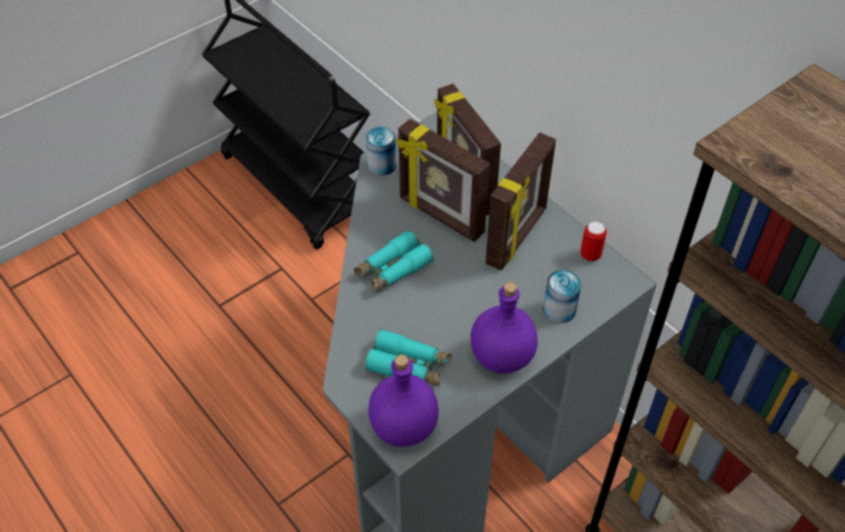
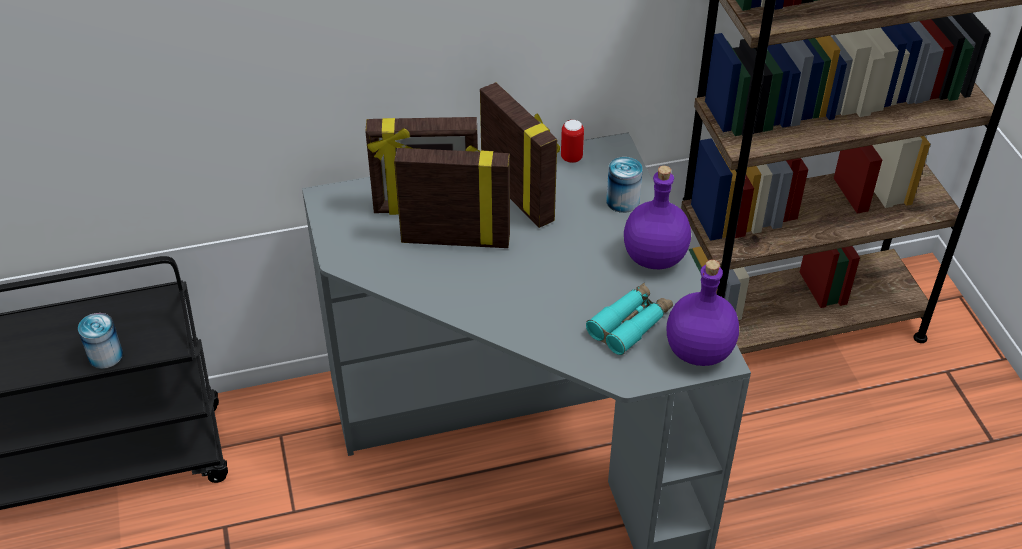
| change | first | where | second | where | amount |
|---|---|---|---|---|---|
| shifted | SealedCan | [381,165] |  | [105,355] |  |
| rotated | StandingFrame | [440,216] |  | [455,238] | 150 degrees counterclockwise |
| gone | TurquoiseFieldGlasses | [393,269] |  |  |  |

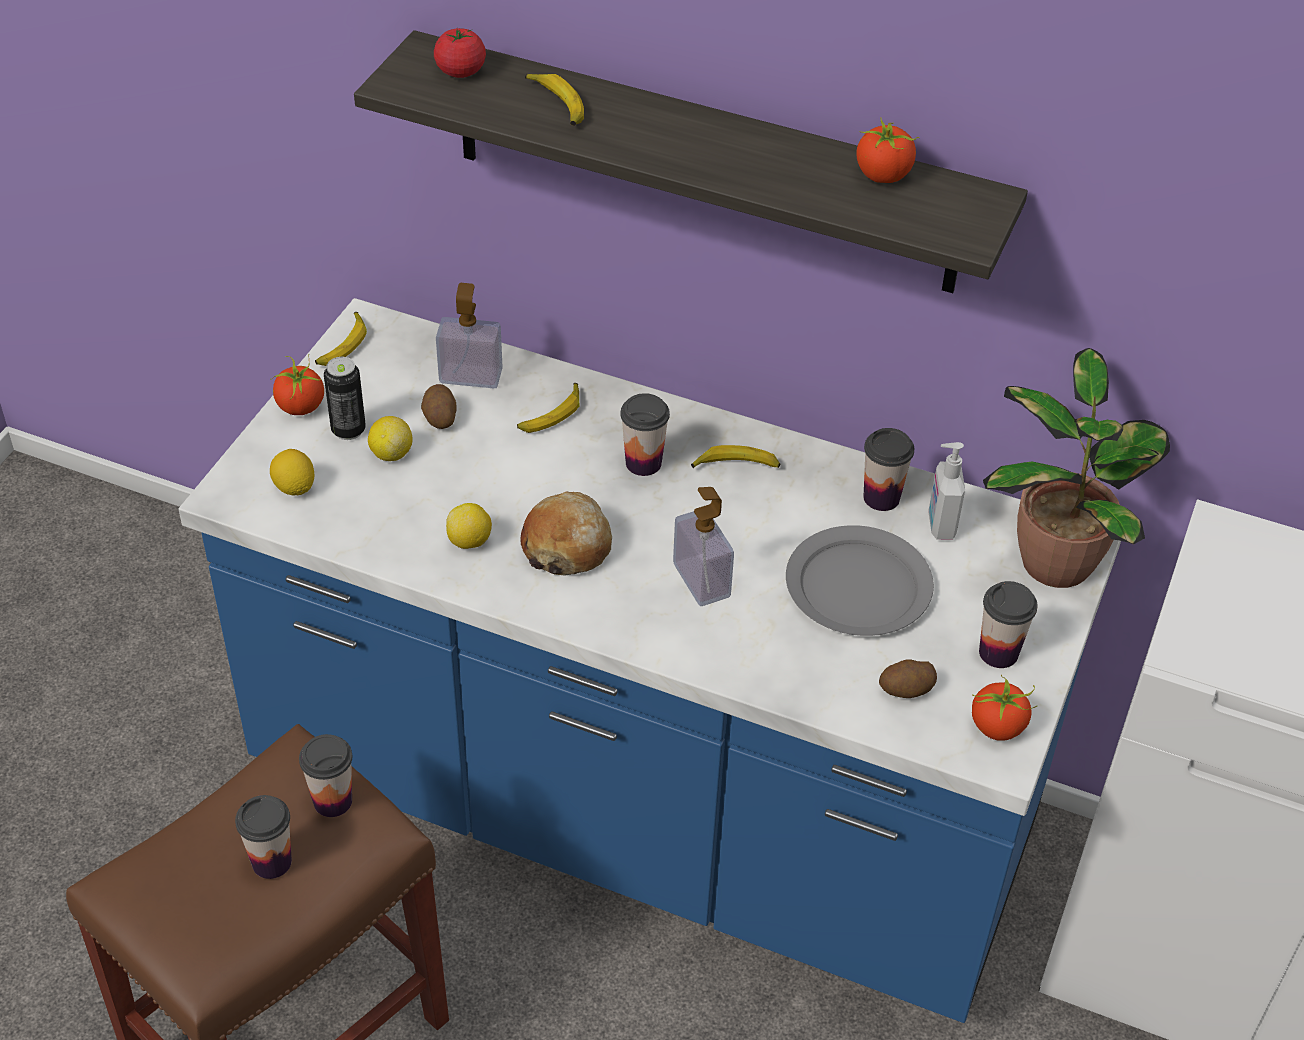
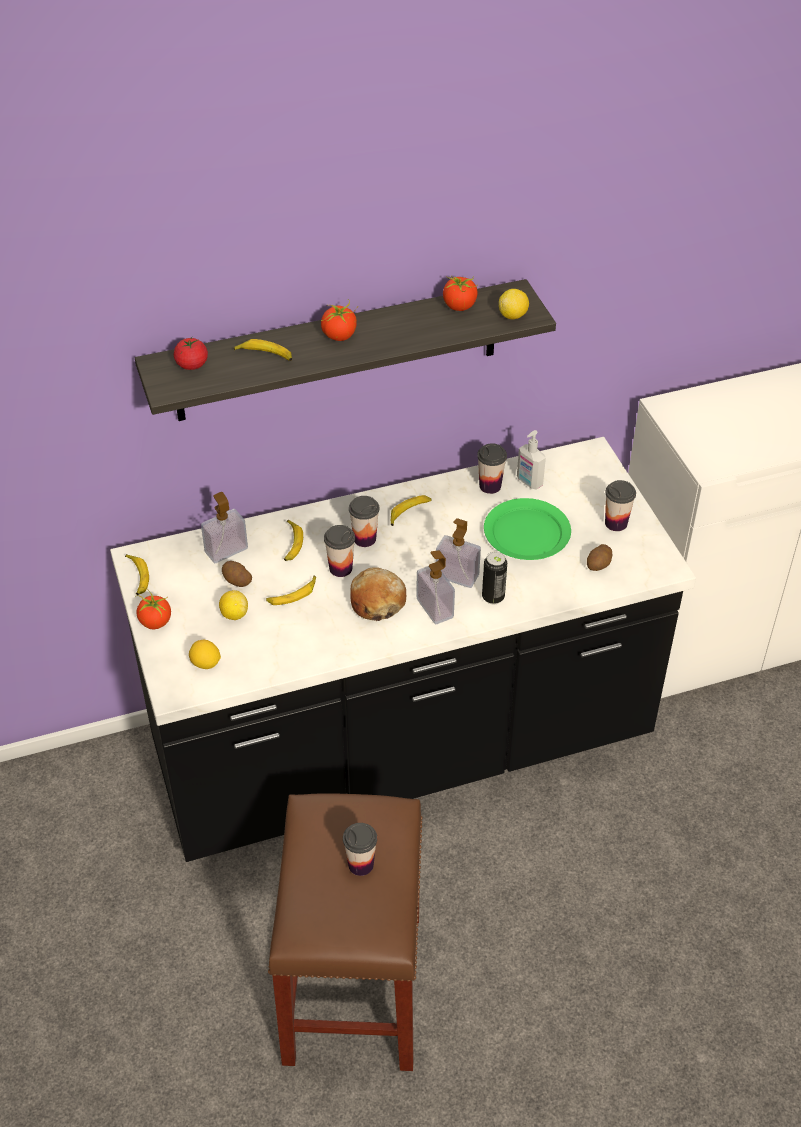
| change | first | where | second | where | amount |
|---|---|---|---|---|---|
| repainted | BluishKitchenBaseUnit | [642,807] | BlackColouredKitchenBaseUnit | [400,746] |  |
| new |  |  | BananaFruit | [292,595] |  |
| shifted | Tomato | [998,727] |  | [339,335] |  |
| shifted | Cup | [332,801] |  | [340,568] |  |
| new |  |  | SoapDispenser | [434,608] |  |
| shifted | SealedCan | [348,430] |  | [493,597] |  |
| repainted | GrayDinnerPlate | [859,586] | GreenishDinnerPlate | [527,532] |  |
| shifted | Lemon | [470,541] |  | [513,316] |  |
| gone | PottedPlant | [1055,558] |  |  |  |

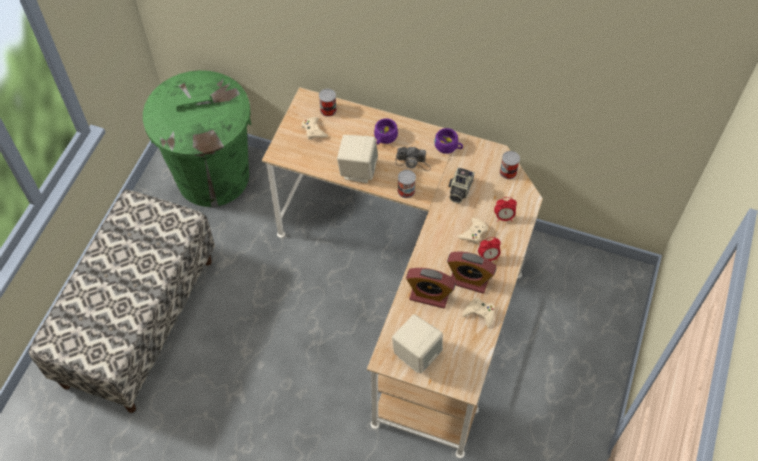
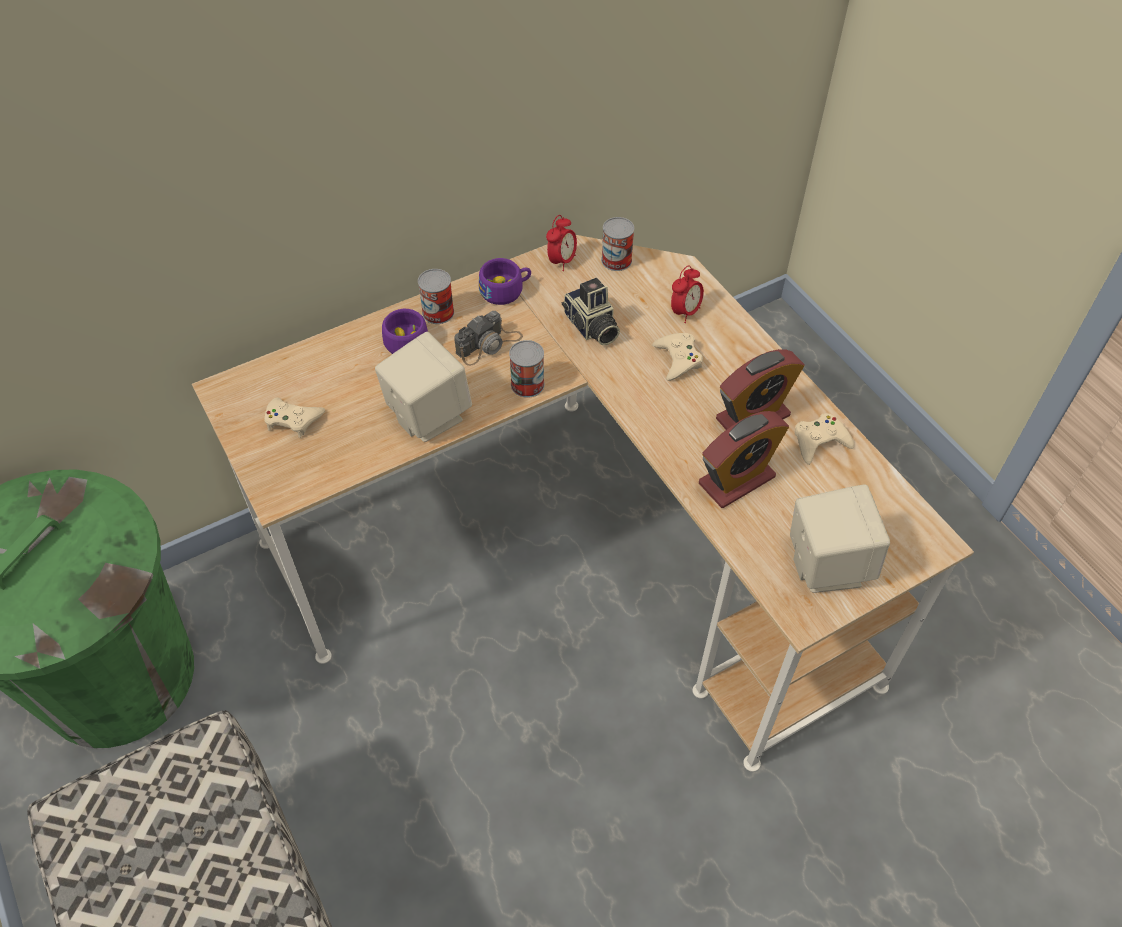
| change | first | where | second | where | amount |
|---|---|---|---|---|---|
| shifted | SealedCan | [328,110] |  | [438,312] |  |
| shifted | BedsideClock | [488,257] |  | [561,261] |  |

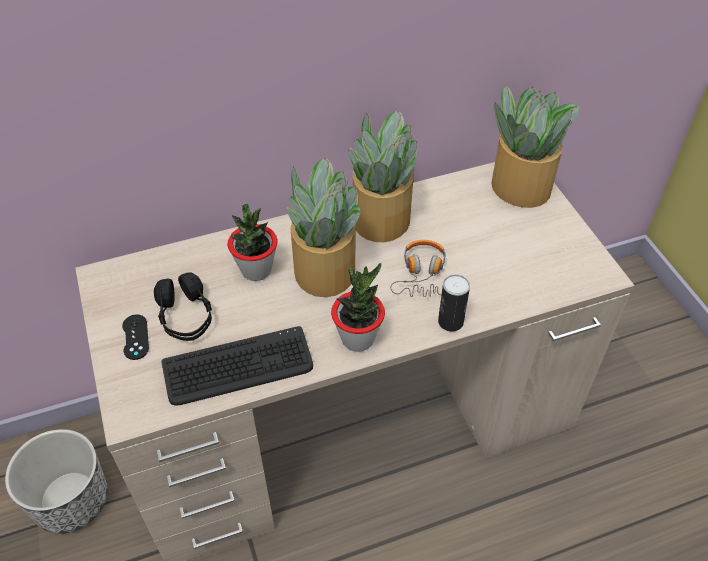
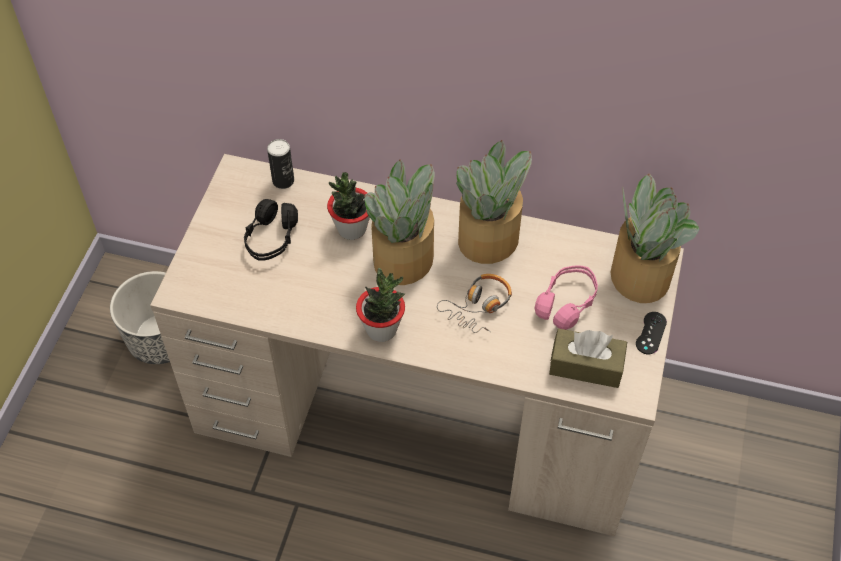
| change | first | where | second | where | amount |
|---|---|---|---|---|---|
| shifted | SealedCan | [450,321] |  | [283,181] |  |
| new |  |  | PinkPairOfHeadphones | [566,303] |  |
| new |  |  | BrownTissueBox | [586,366] |  |
| shifted | BlackColouredGameController | [135,337] |  | [651,333] |  |
| gone | PcKeyboard | [238,367] |  |  |  |

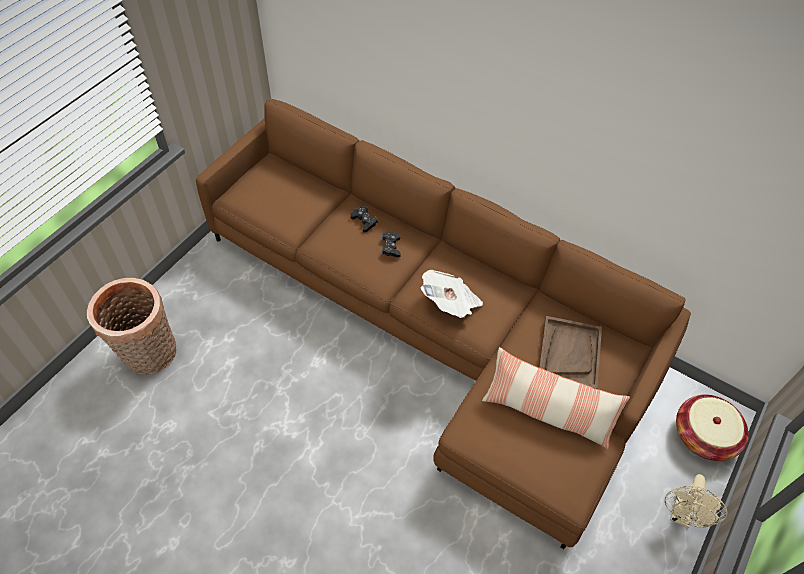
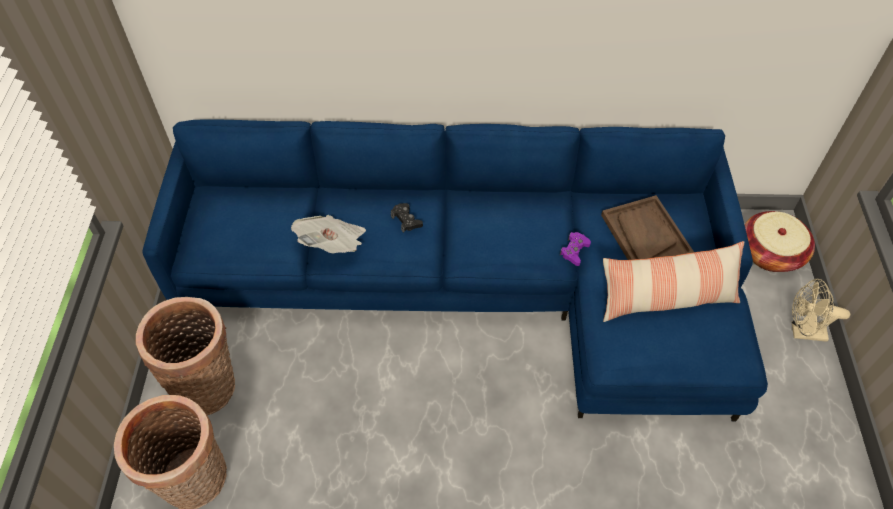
| change | first | where | second | where | amount |
|---|---|---|---|---|---|
| new |  |  | Basket | [208,385] |  |
| repainted | BrownCouch | [435,327] | BluishCouch | [477,282] |  |
| shifted | DailyPaper | [450,303] |  | [333,244] |  |
| new |  |  | PurpleColouredGameController | [574,251] |  |
| rotated | BeigeCoolingFan | [681,515] |  | [802,332] | 105 degrees clockwise |
| gone | BlackColouredGameController | [364,221] |  |  |  |

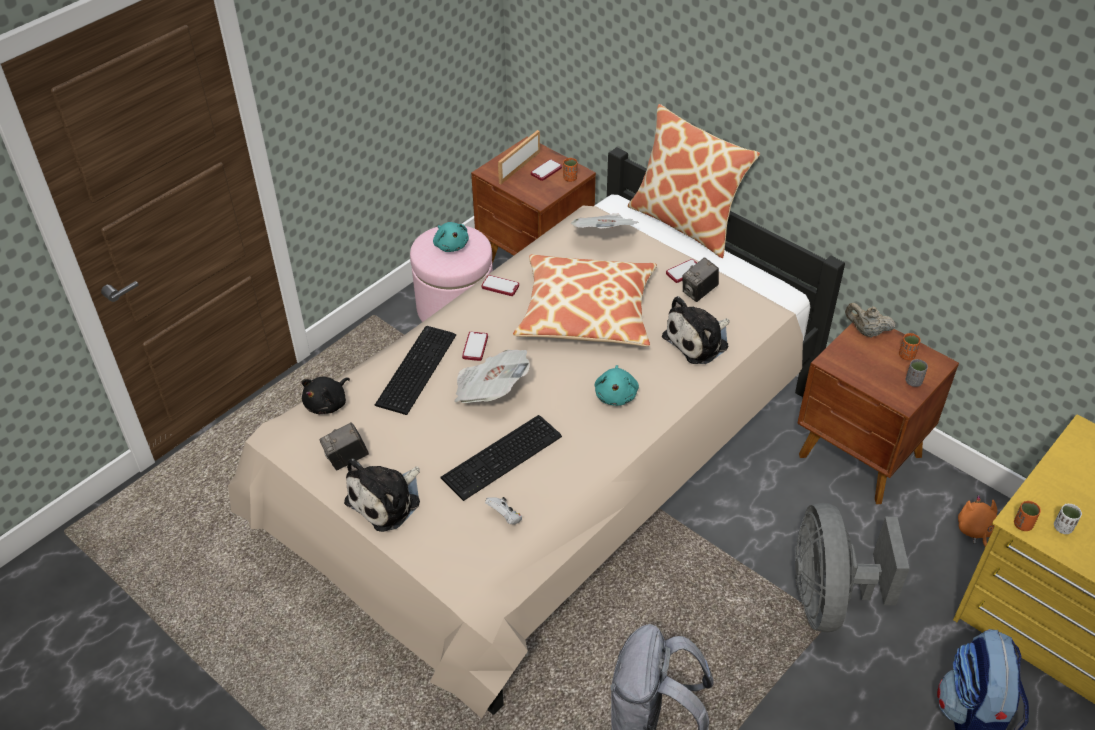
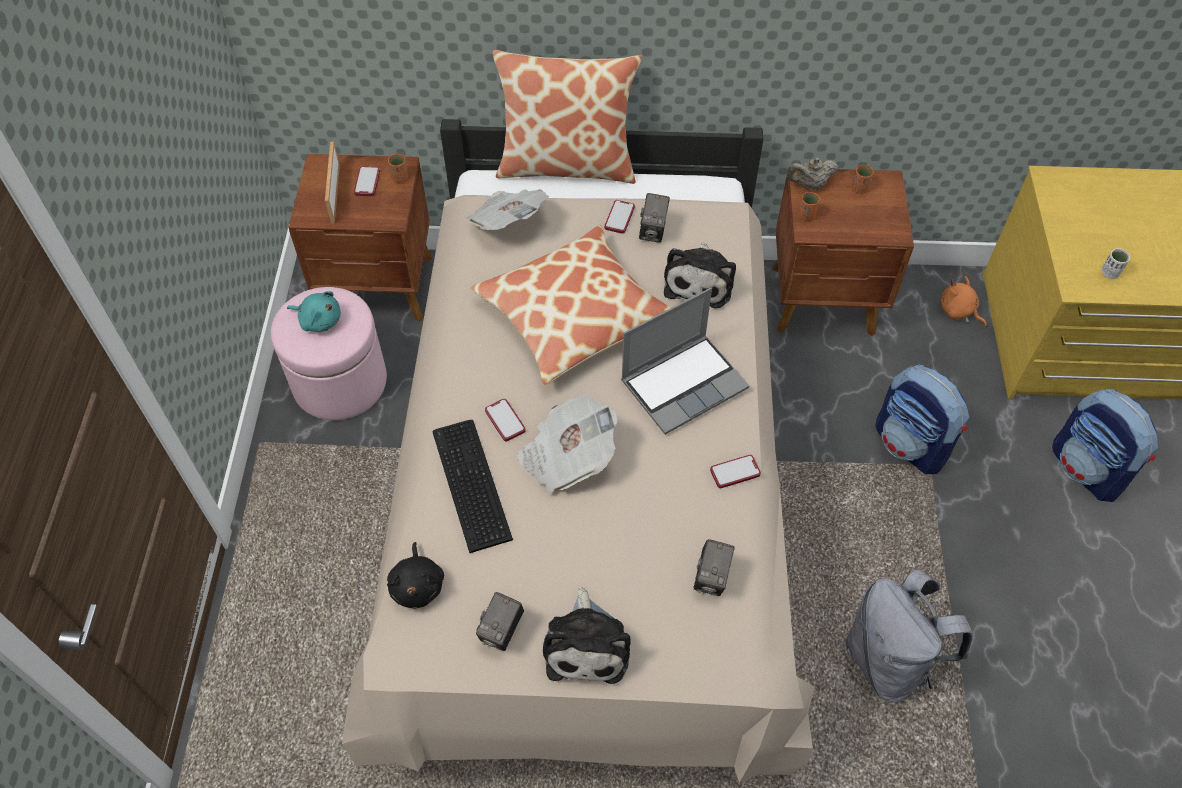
| change | first | where | second | where | amount |
|---|---|---|---|---|---|
| swapped | TurquoiseCuddlyToy | [616,395] | NotebookComputer | [684,383] |  |
| swapped | WhitishGameController | [505,517] | PhotoCamera | [711,578] |  |
| shifted | Phone | [500,286] |  | [735,472] |  |
| shifted | OrangeCup | [1022,525] |  | [806,215] |  |
| swapped | GrayCoolingFan | [829,598] | Knapsack | [911,444] |  |
| gone | PcKeyboard | [504,457] |  |  |  |
| gone | GrayCup | [913,382] |  |  |  |

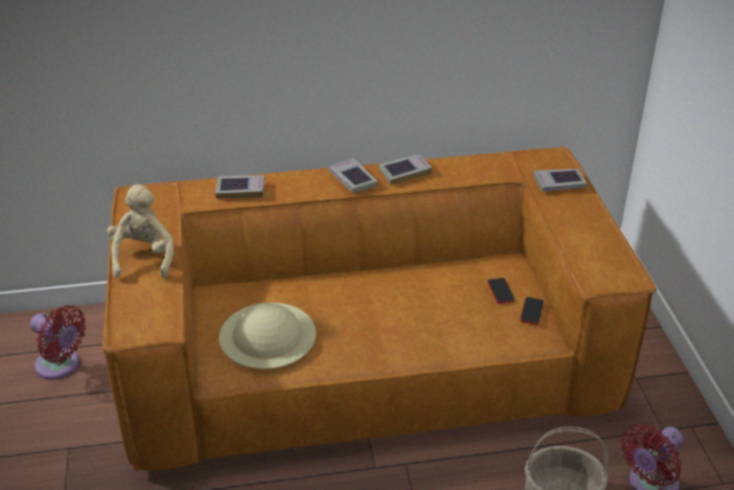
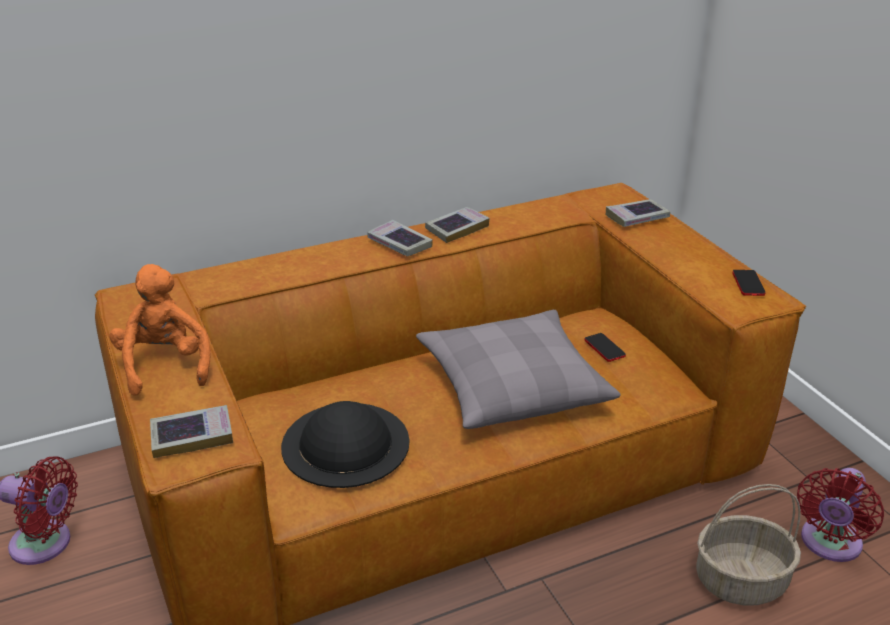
| change | first | where | second | where | amount |
|---|---|---|---|---|---|
| repainted | BeigeCuddlyToy | [144,257] | OrangeCuddlyToy | [165,365] |  |
| shifted | Volume | [240,190] |  | [192,436] |  |
| repainted | BeigeHat | [267,335] | BlackColouredHat | [345,443] |  |
| new |  |  | GrayPillow | [512,384] |  |
| shifted | Phone | [532,311] |  | [748,283] |  |

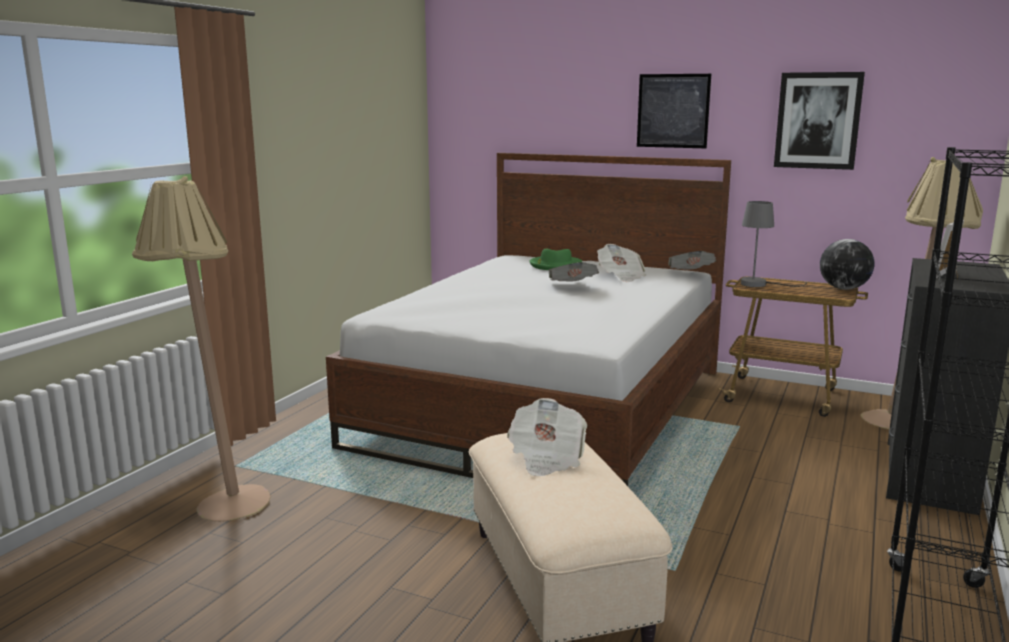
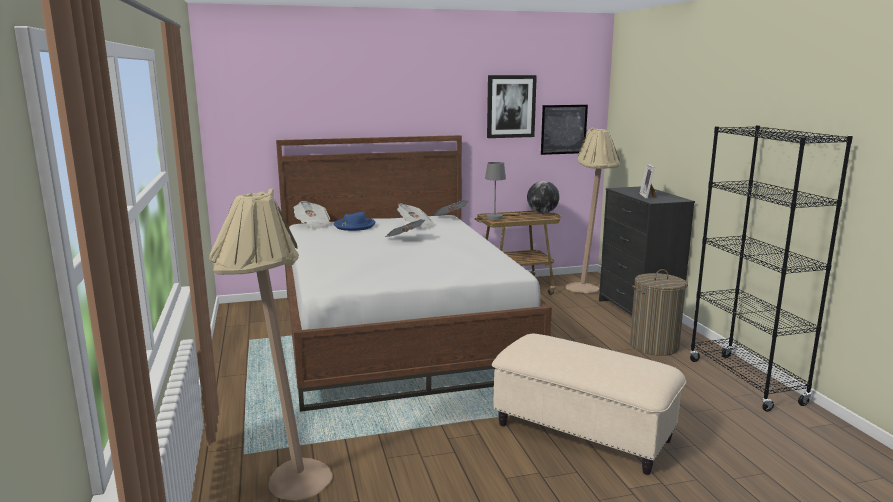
| change | first | where | second | where | amount |
|---|---|---|---|---|---|
| shifted | DailyPaper | [546,458] |  | [312,225] |  |
| repainted | GreenishHat | [555,265] | BluishHat | [354,226] |  |
| shifted | WallArt | [673,111] |  | [563,129] |  |
| new |  |  | Hamper | [654,346] |  |

